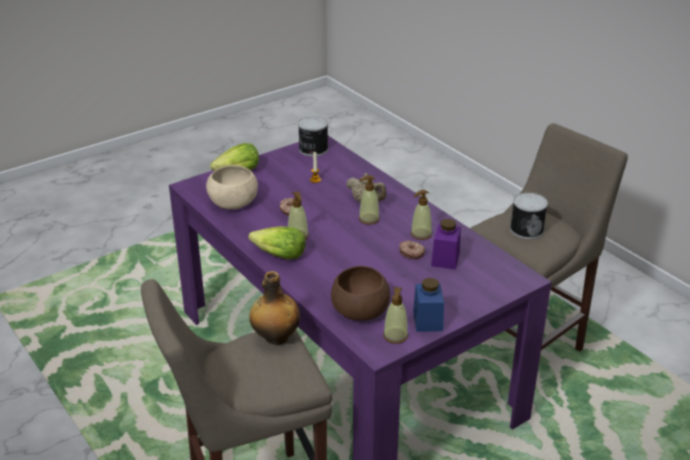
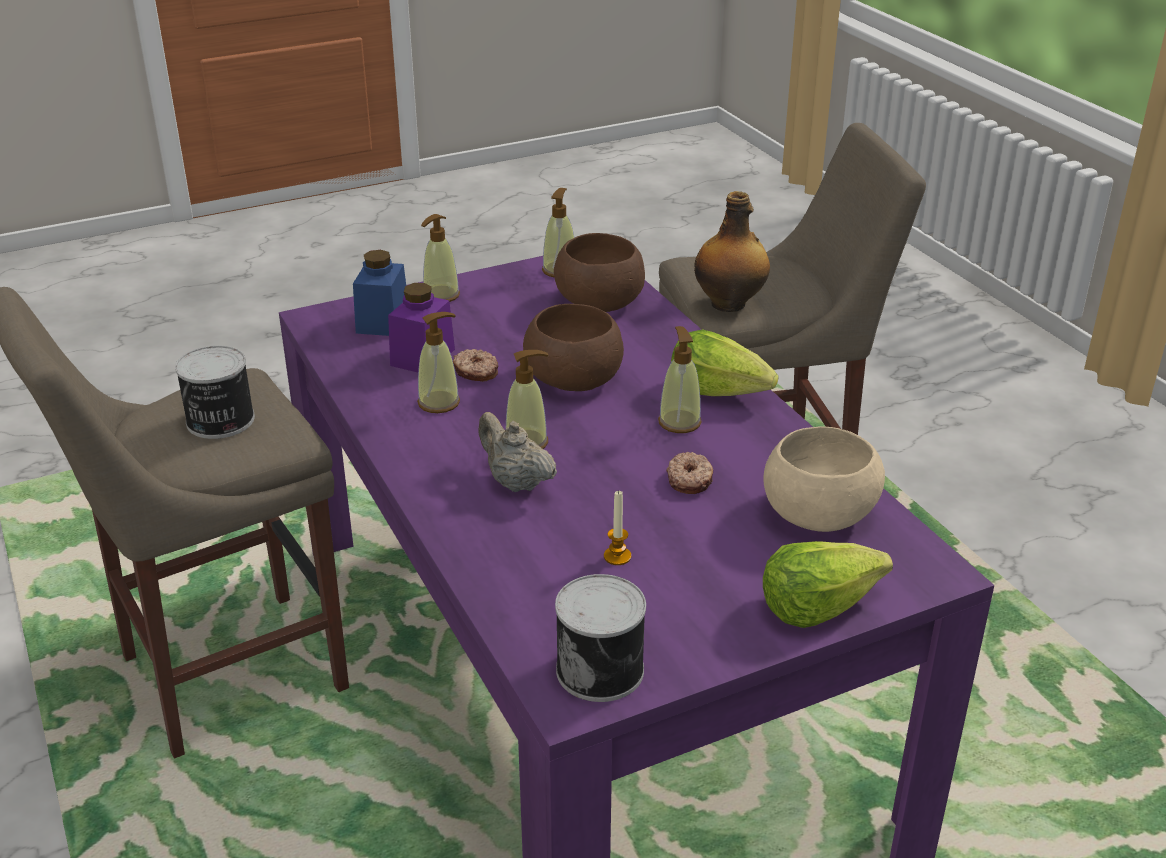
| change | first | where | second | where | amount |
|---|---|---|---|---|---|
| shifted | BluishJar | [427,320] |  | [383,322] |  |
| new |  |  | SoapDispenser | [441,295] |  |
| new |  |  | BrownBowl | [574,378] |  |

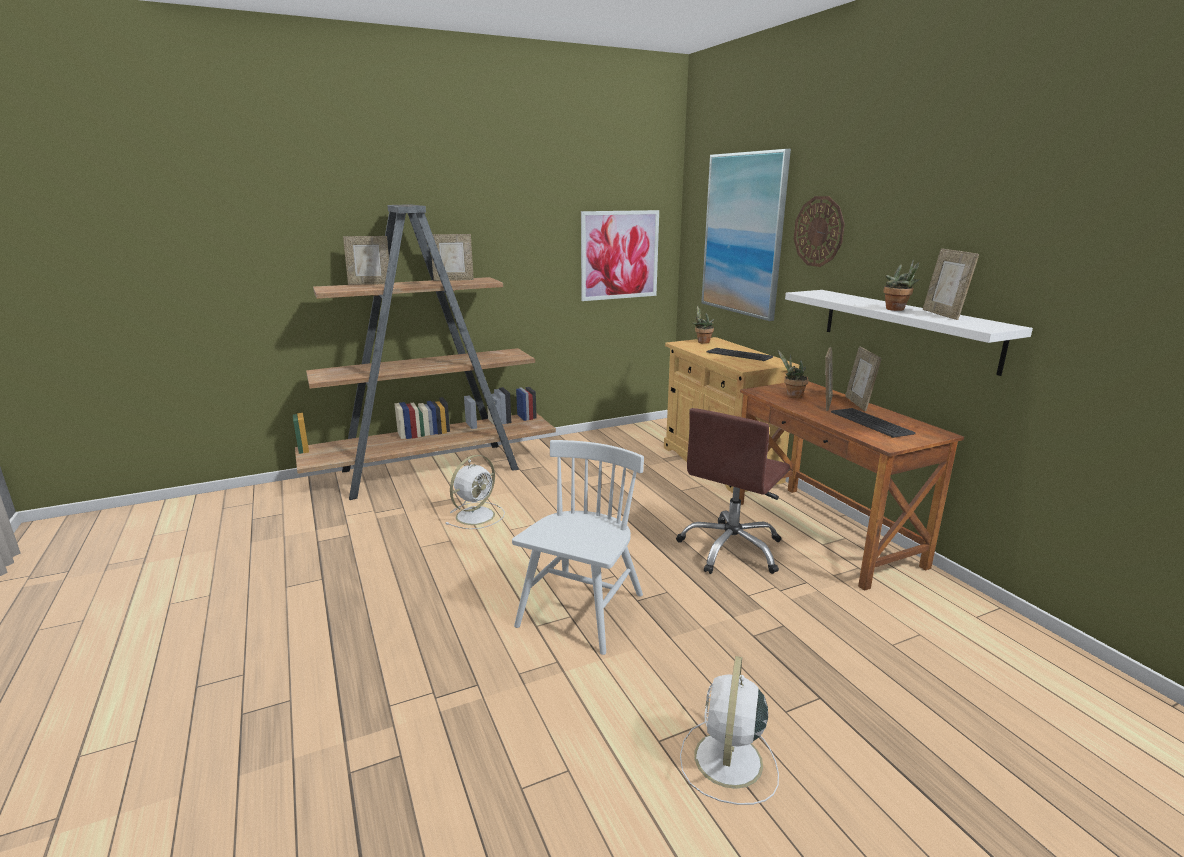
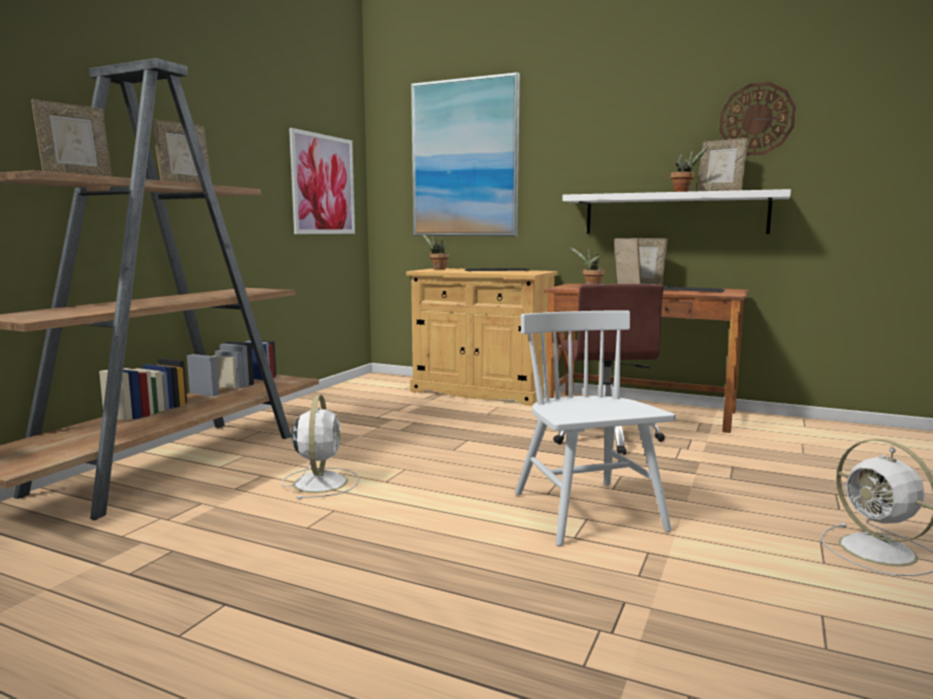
| change | first | where | second | where | amount |
|---|---|---|---|---|---|
| shifted | ClockOnTheWall | [819,231] |  | [756,119] |  |

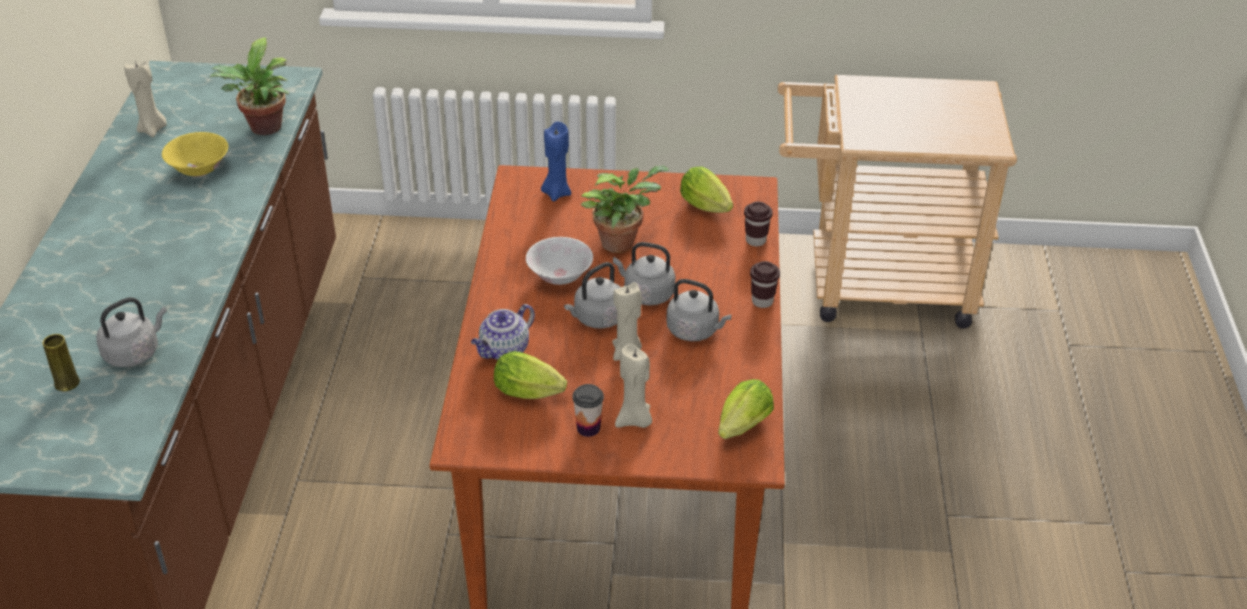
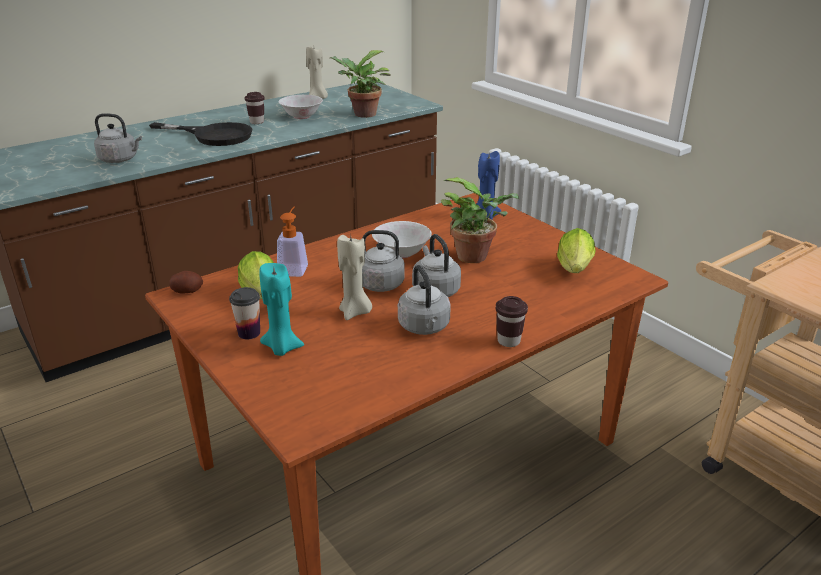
| change | first | where | second | where | amount |
|---|---|---|---|---|---|
| new |  |  | BlackColouredPan | [214,136] |  |
| new |  |  | WholePotato | [187,291] |  |
| shifted | BrownCup | [755,240] |  | [257,122] |  |
| repainted | BeigeWaxLight | [634,420] | TurquoiseWaxLight | [282,348] |  |
| swapped | PotForTea | [504,351] | SoapDispenser | [294,268] |  |
| repainted | YellowBowl | [199,169] | WhitishBowl | [302,116] |  |
| gone | YellowVase | [67,383] |  |  |  |
| gone | LettuceHead | [741,429] |  |  |  |

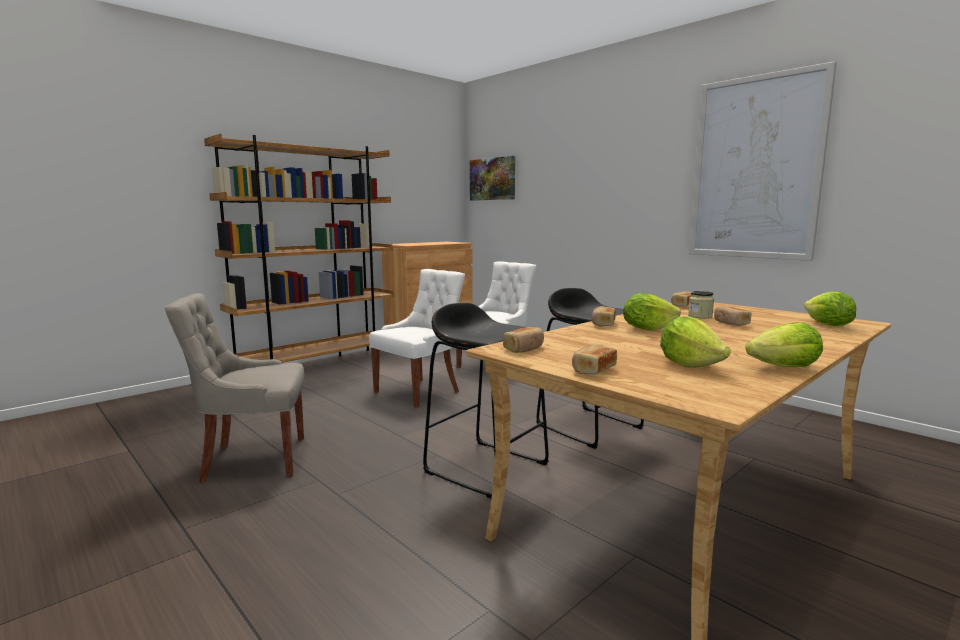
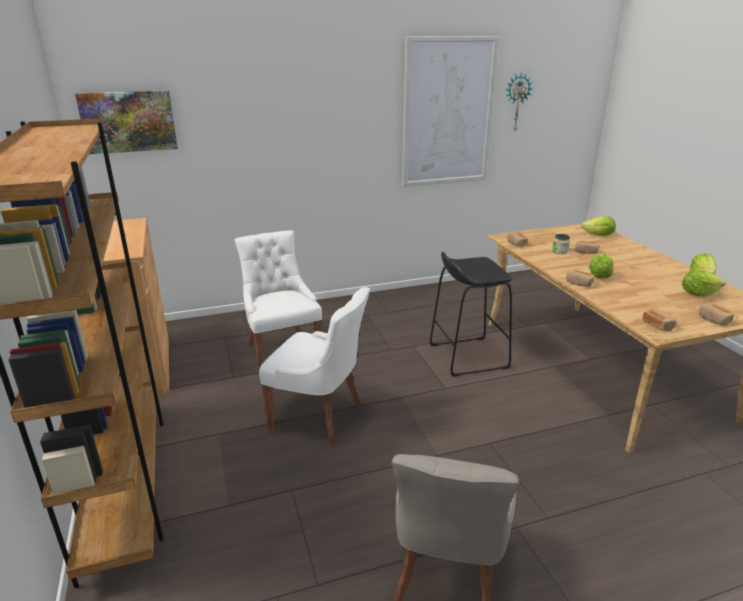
| change | first | where | second | where | amount |
|---|---|---|---|---|---|
| rotated | WhitishChair | [419,391] |  | [319,416] | 135 degrees clockwise |
| new |  |  | ClockOnTheWall | [516,102] |  |
| gone | BlackColouredStool | [486,468] |  |  |  |

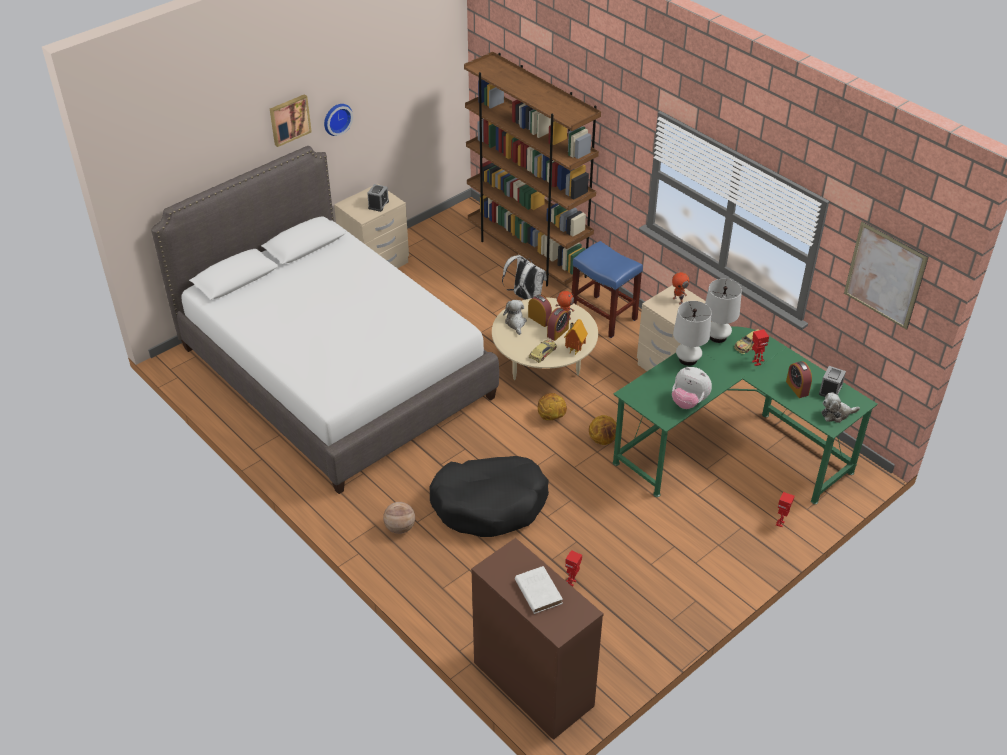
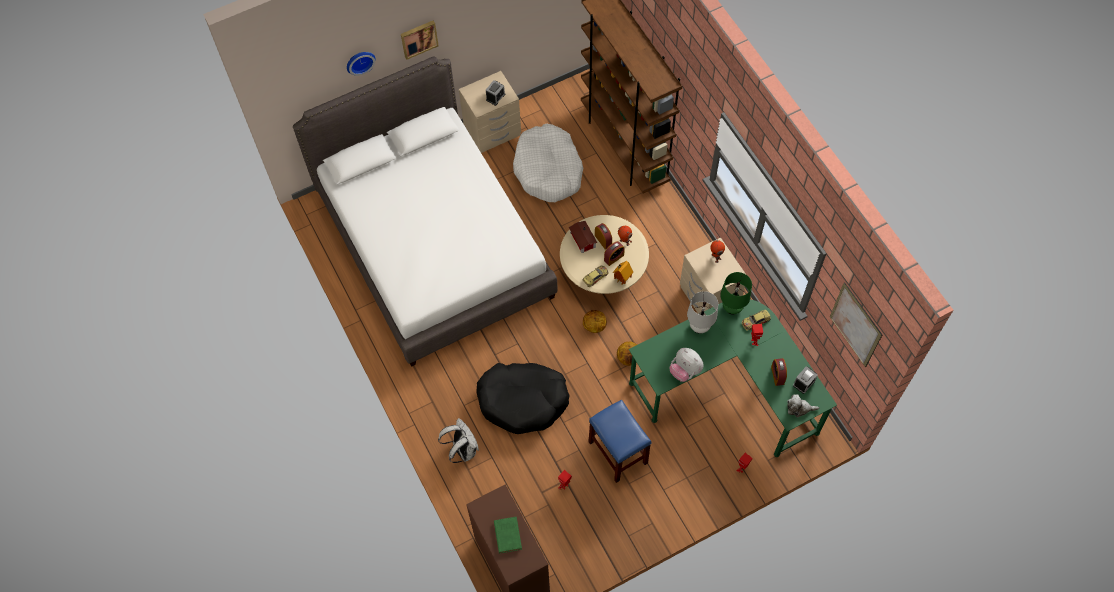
| change | first | where | second | where | amount |
|---|---|---|---|---|---|
| shifted | ClockOnTheWall | [336,118] |  | [359,61] |  |
| shifted | WhitishKnapsack | [525,297] |  | [462,450] |  |
| repainted | WhitishVolume | [538,591] | GreenishVolume | [507,534] |  |
| new |  |  | WhitishPetBed | [548,170] |  |
| swapped | CuddlyToy | [515,323] | MiniatureHouse | [582,240] |  |
| shifted | BluishStool | [602,316] |  | [617,452] |  |
| repainted | WhitishLampForATable | [717,337] | GreenishLampForATable | [732,307] |  |
| gone | BallForBasketball | [400,528] |  |  |  |

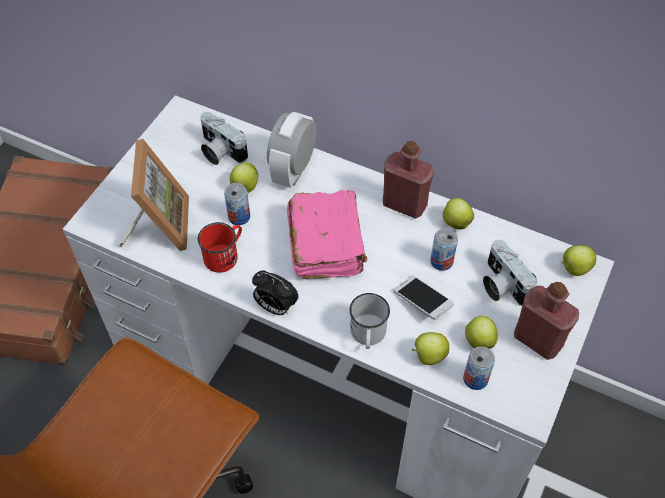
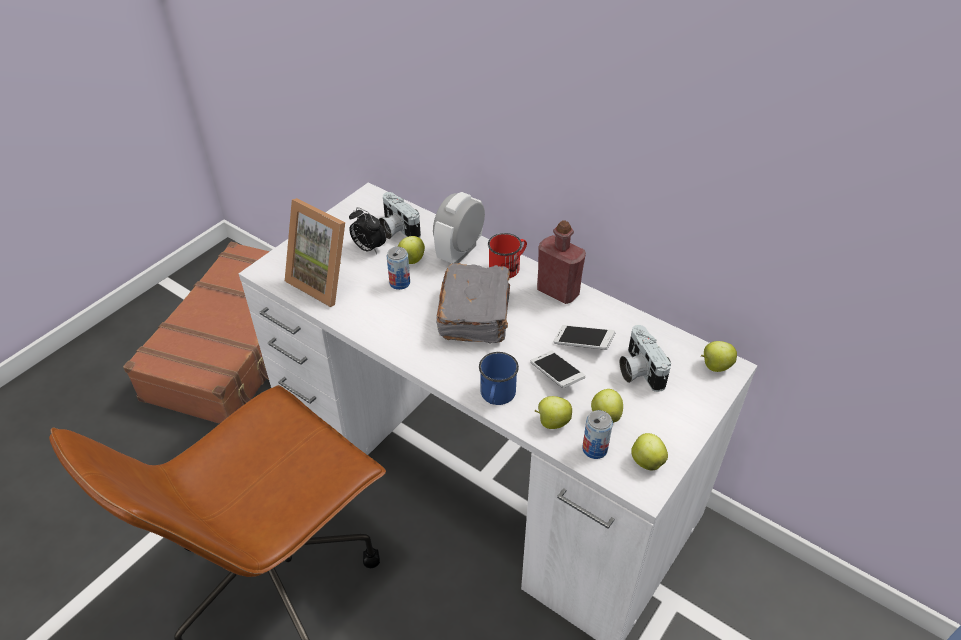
| change | first | where | second | where | amount |
|---|---|---|---|---|---|
| rotated | StandingFrame | [159,225] |  | [325,280] | 120 degrees clockwise |
| shifted | BedsideClock | [275,307] |  | [368,248] |  |
| repainted | PinkVolume | [326,243] | GrayVolume | [476,314] |  |
| repainted | WhitishCoffeeMug | [368,335] | BluishCoffeeMug | [496,396] |  |
| shifted | RedColouredCoffeeMug | [225,255] |  | [508,267] |  |
| swapped | SealedCan | [441,261] | Phone | [583,343] |  |
| shifted | Apple | [455,222] |  | [646,461] |  |
| gone | RedColouredDrinkBottle | [538,340] |  |  |  |

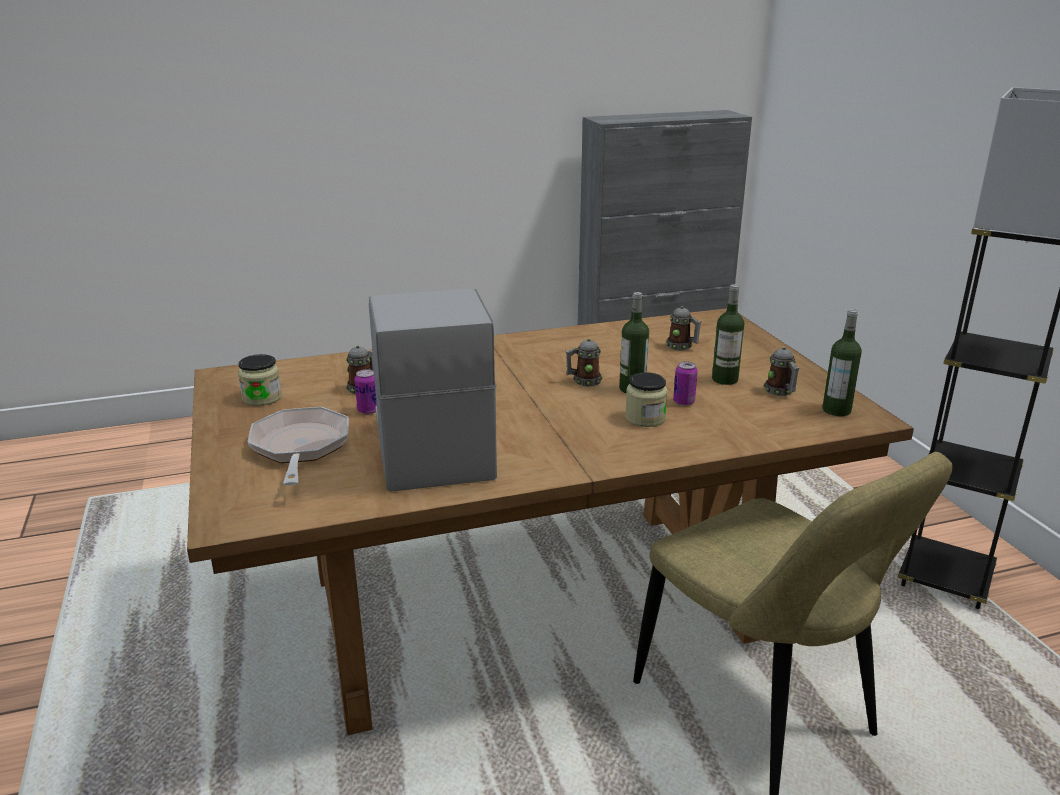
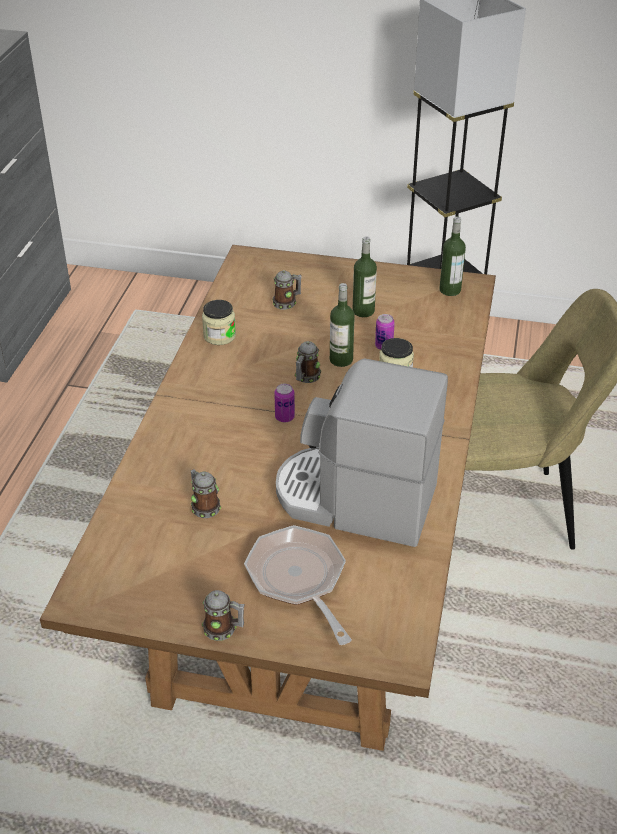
| change | first | where | second | where | amount |
|---|---|---|---|---|---|
| shifted | Jar | [262,398] |  | [219,336] |  |
| shifted | CoffeeMug | [781,392] |  | [223,629] |  |
| rotated | Pan | [300,448] |  | [299,580] | 45 degrees clockwise |
| shifted | SealedCan | [368,410] |  | [284,417] |  |

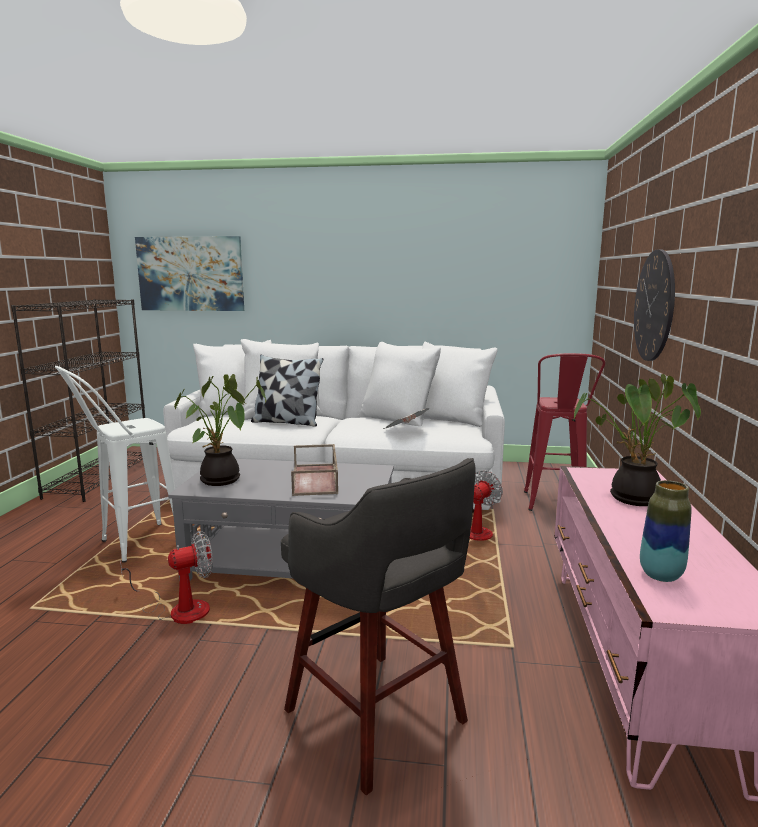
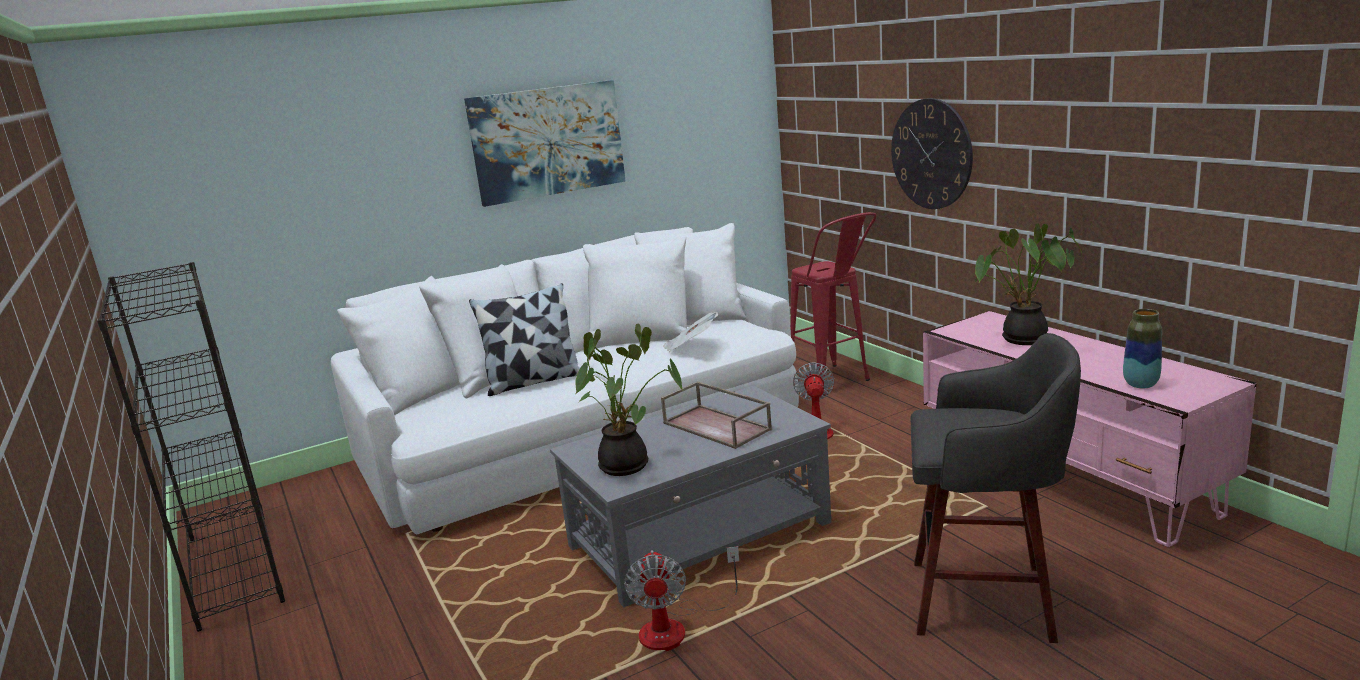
| change | first | where | second | where | amount |
|---|---|---|---|---|---|
| shifted | WallArt | [190,274] |  | [547,141] |  |
| rotated | CoolingFan | [179,609] |  | [676,627] | 150 degrees clockwise |
| gone | WhitishStool | [129,546] |  |  |  |

